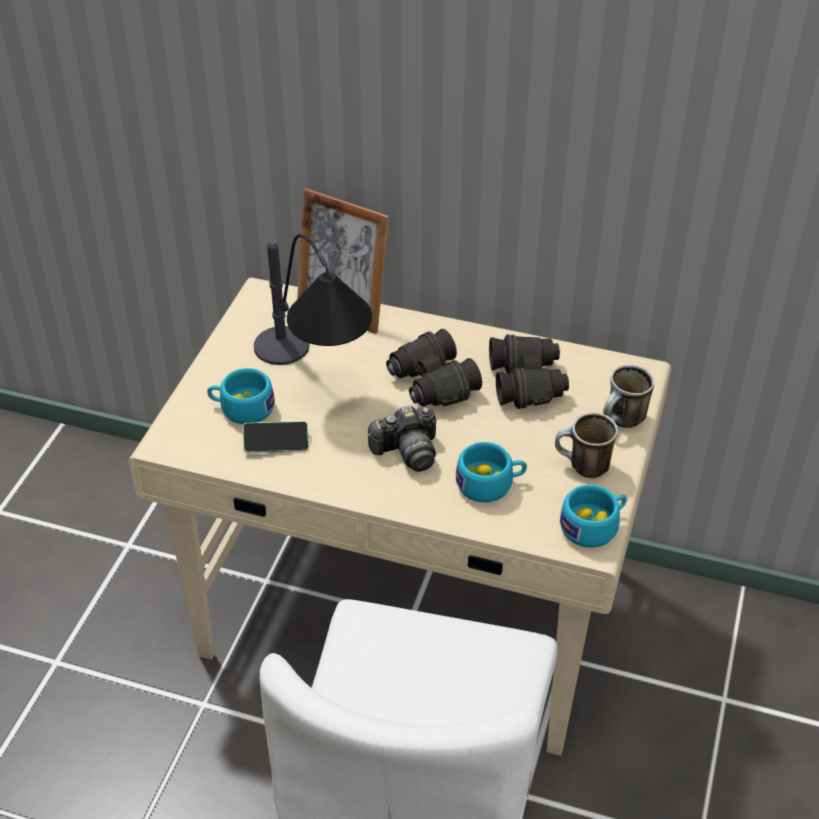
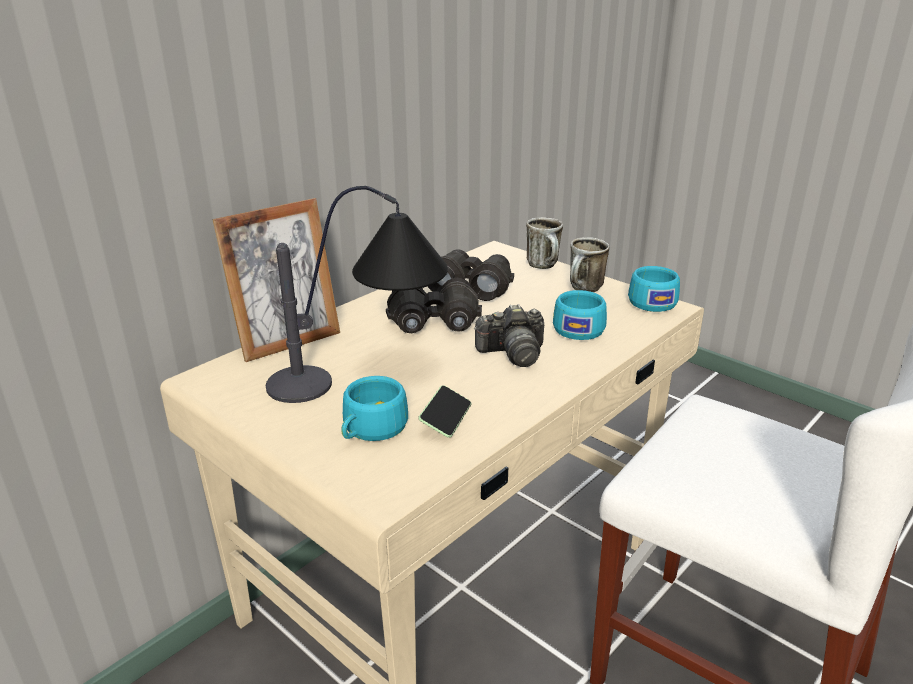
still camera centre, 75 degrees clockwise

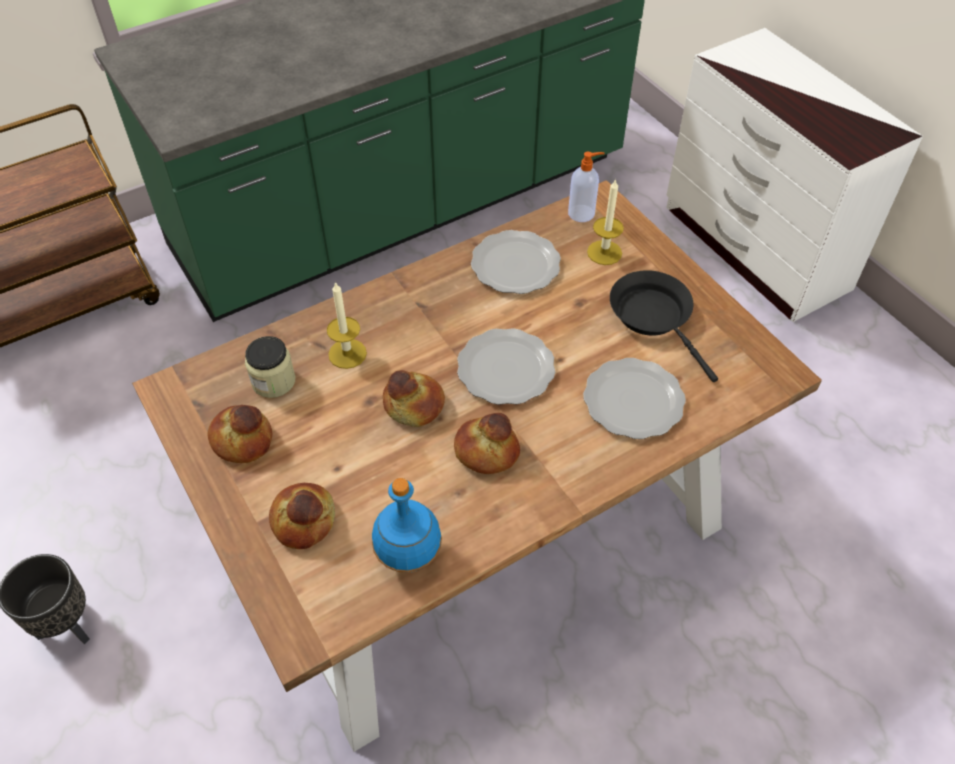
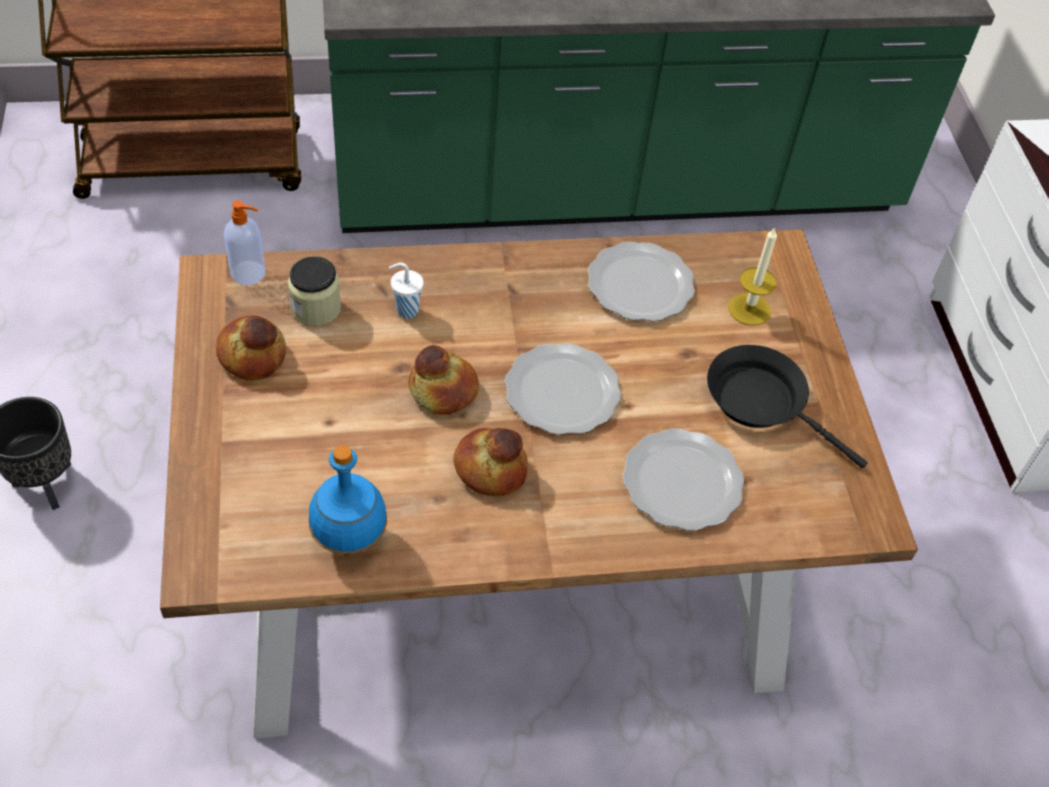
liquid soap bottle top centre → liquid soap bottle top left, relocated
wax light (no. 1 from left) centre → whitish small cup centre
blackish skillet middle right, 45 degrees counterclockwise
bakery bread (no. 2 from left) bottom left → -

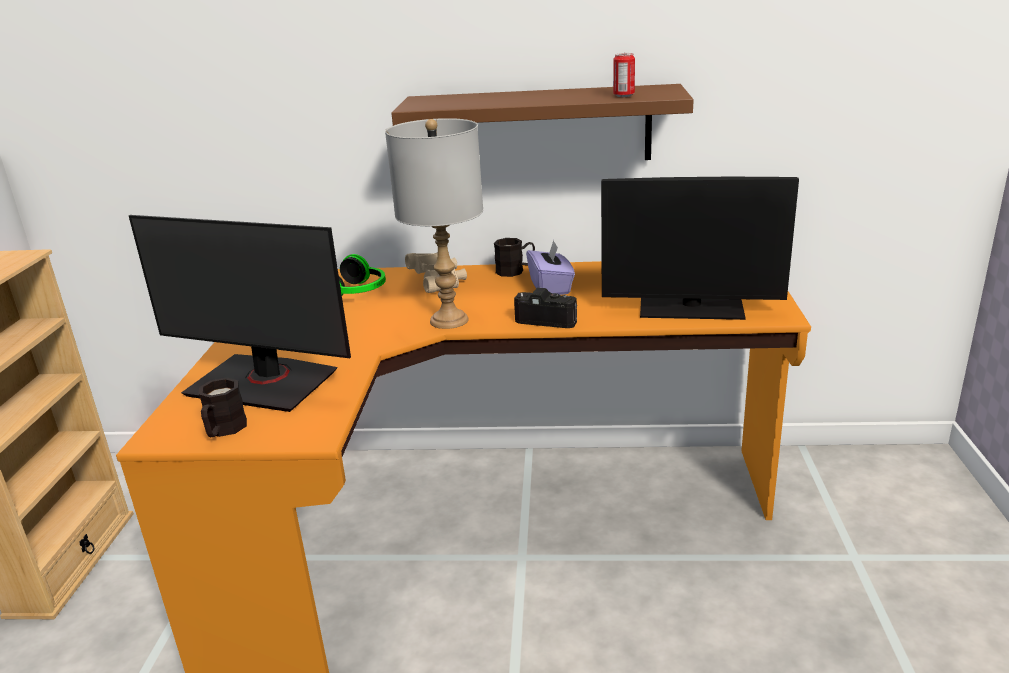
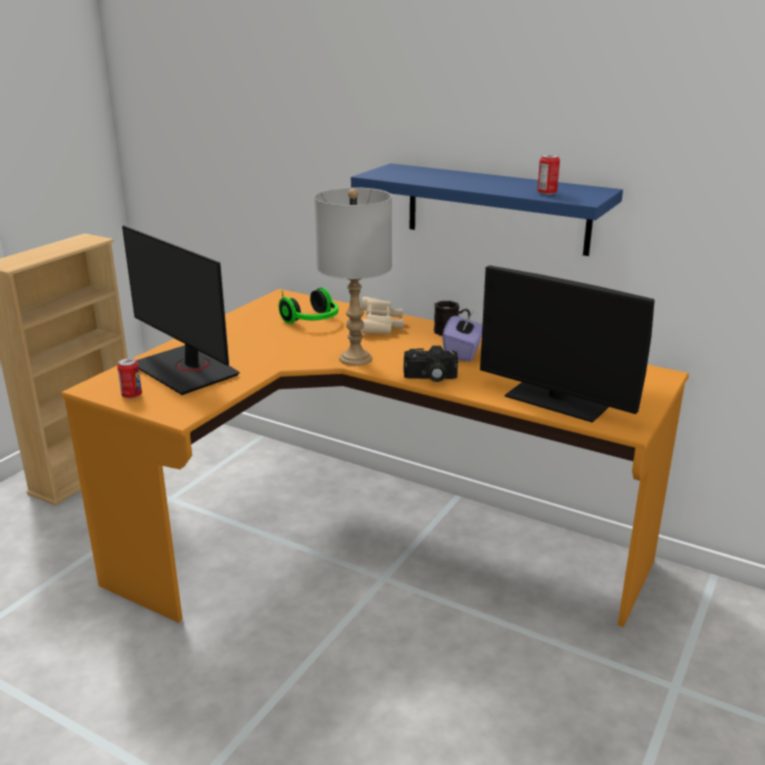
blackish mug (no. 1 from left) middle left → metal can (no. 1 from left) middle left
brown-coloured bracket shelf top centre → blue bracket shelf top centre
still camera centre, 135 degrees clockwise

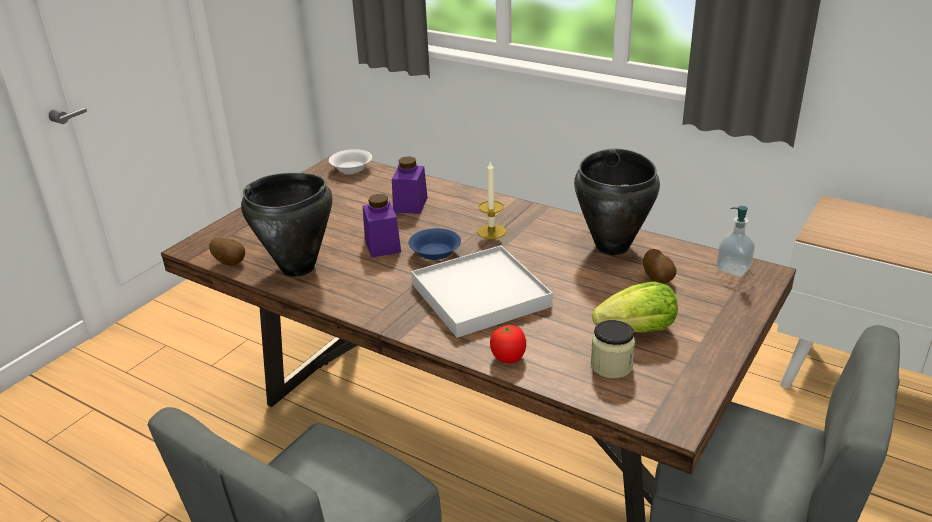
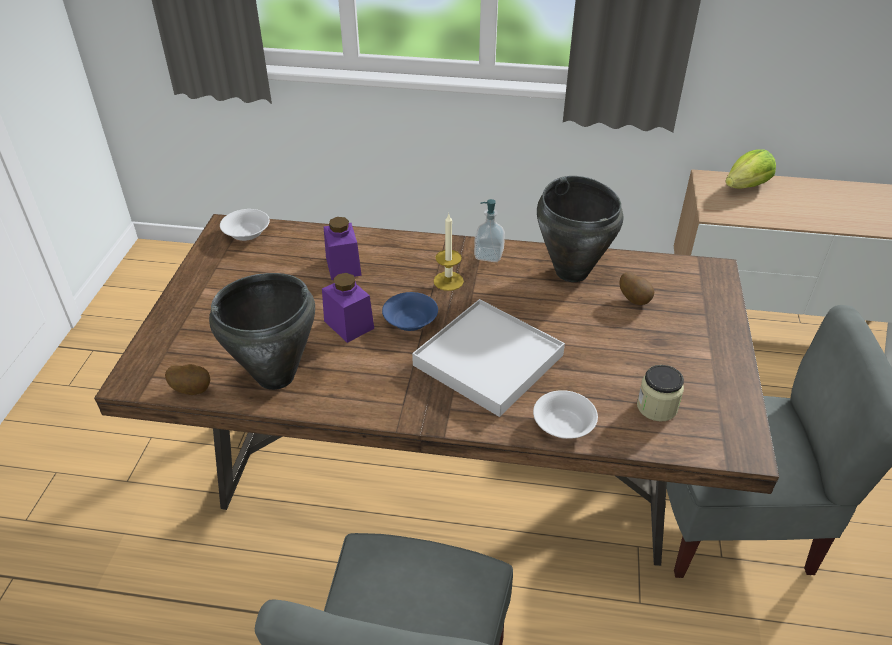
liquid soap bottle middle right → liquid soap bottle centre, relocated
fresh tomato centre → whitish serving bowl (no. 2 from left) centre
lettuce middle right → lettuce top right, relocated

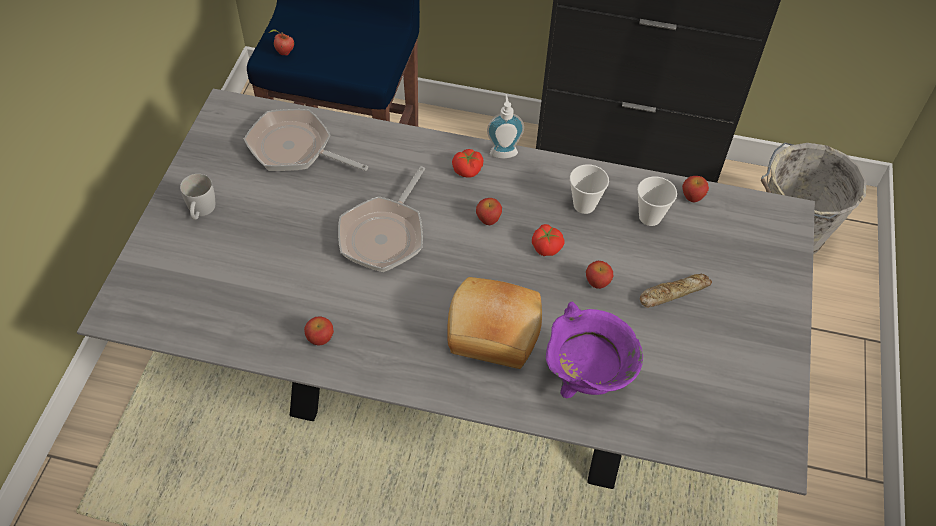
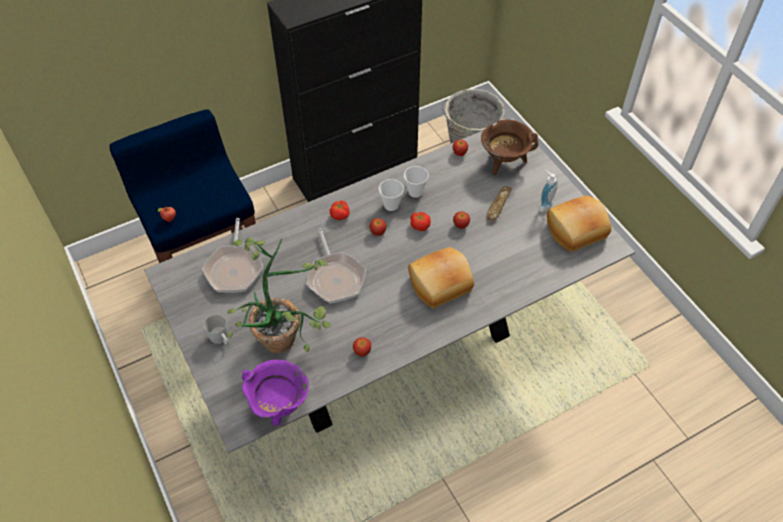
skillet (no. 1 from left) top left → skillet (no. 1 from left) middle left, 75 degrees counterclockwise
- → plant in a pot centre
purple-coloured cooking pot centre → purple-coloured cooking pot bottom centre, relocated
small cup (no. 2 from left in the first image) middle right → small cup (no. 1 from left) centre, relocated
- → brown-coloured cooking pot top centre
liquid soap bottle top centre → liquid soap bottle middle right, relocated
- → bakery bread (no. 3 from left) middle right

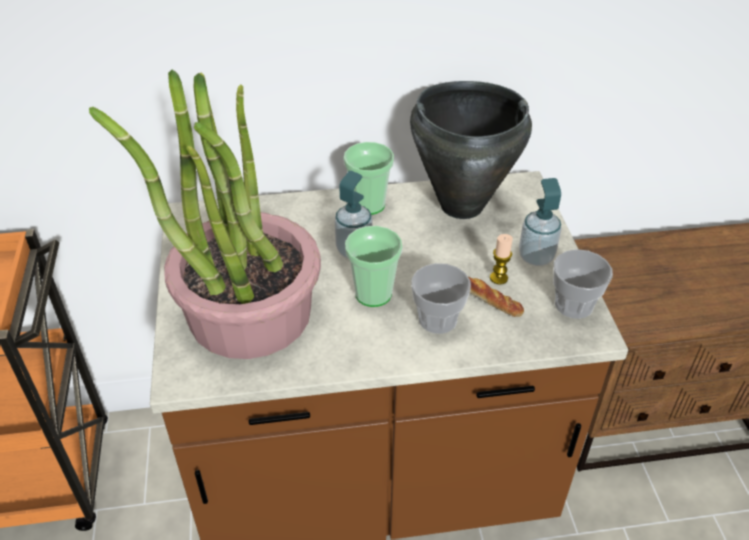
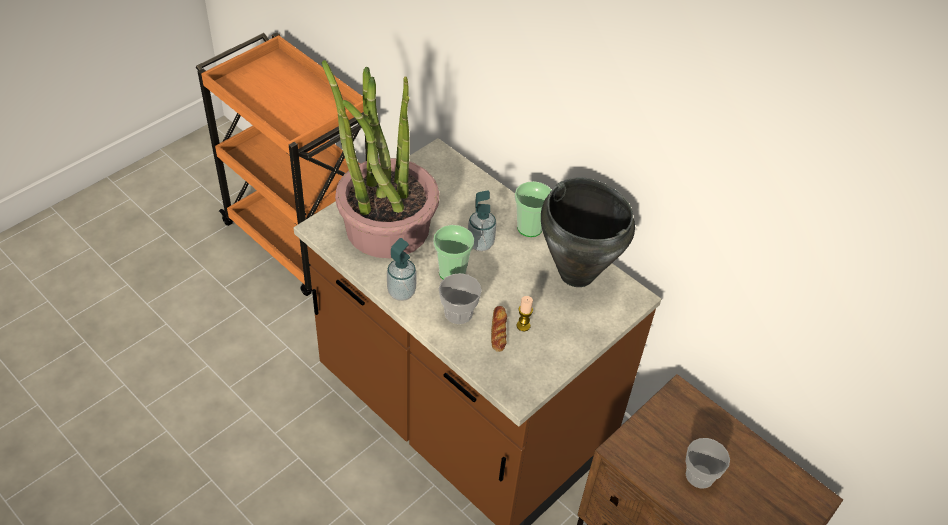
liquid soap bottle (no. 2 from left in the first image) middle right → liquid soap bottle (no. 1 from left) centre, relocated
small cup (no. 4 from left) middle right → small cup (no. 4 from left) bottom right, relocated

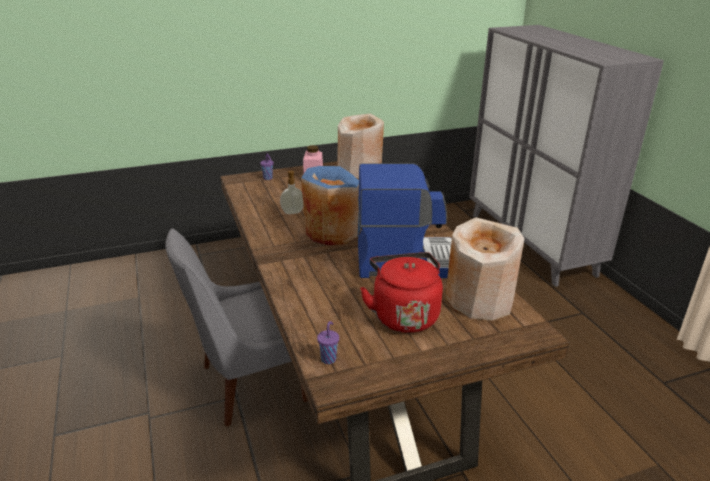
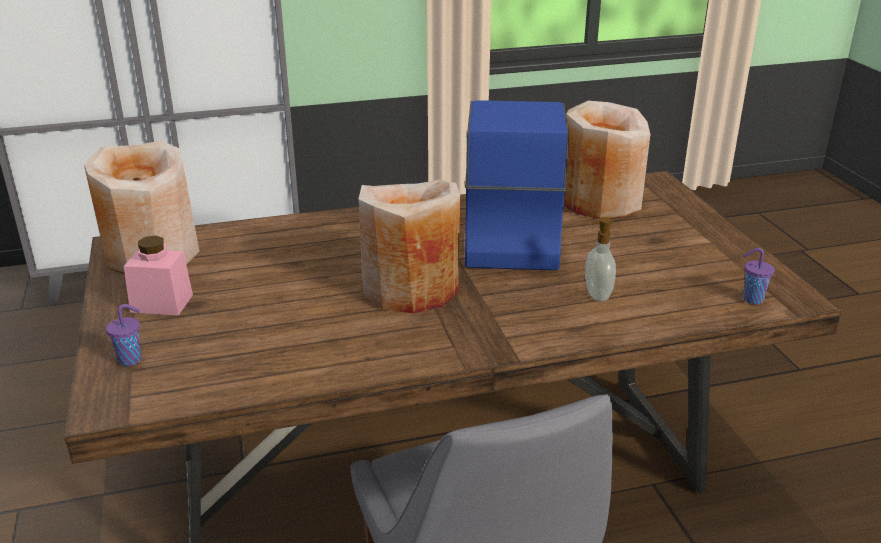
blue decorative vase centre → sand-coloured decorative vase (no. 2 from left) centre
liquid soap bottle centre → liquid soap bottle middle right, relocated
red kettle centre → -

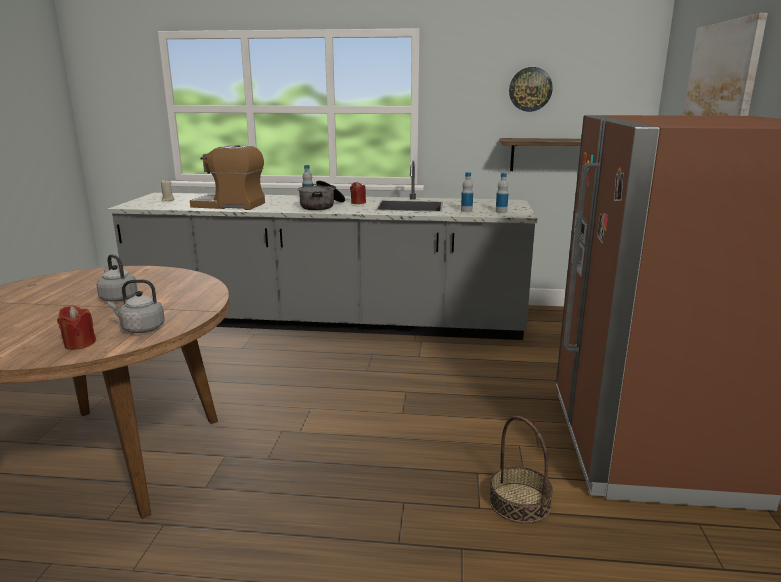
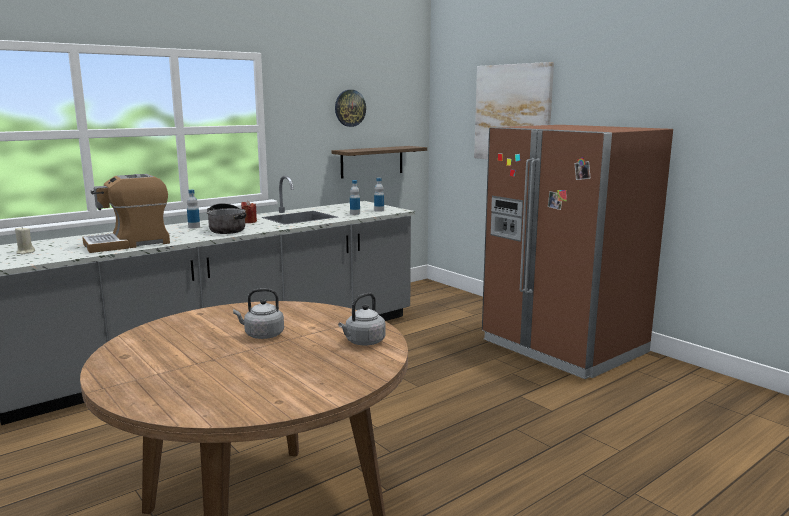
red wax light (no. 1 from left) middle left → -
basket bottom right → -

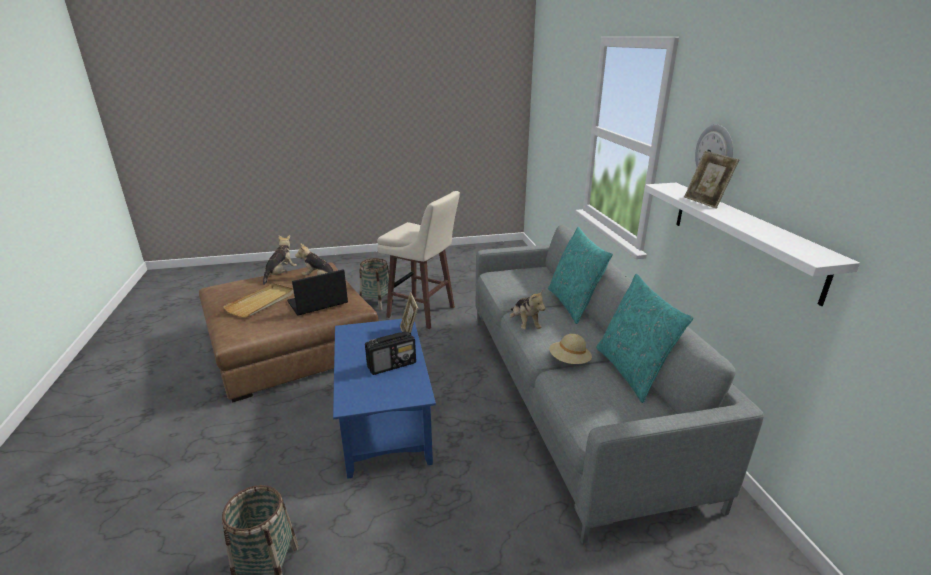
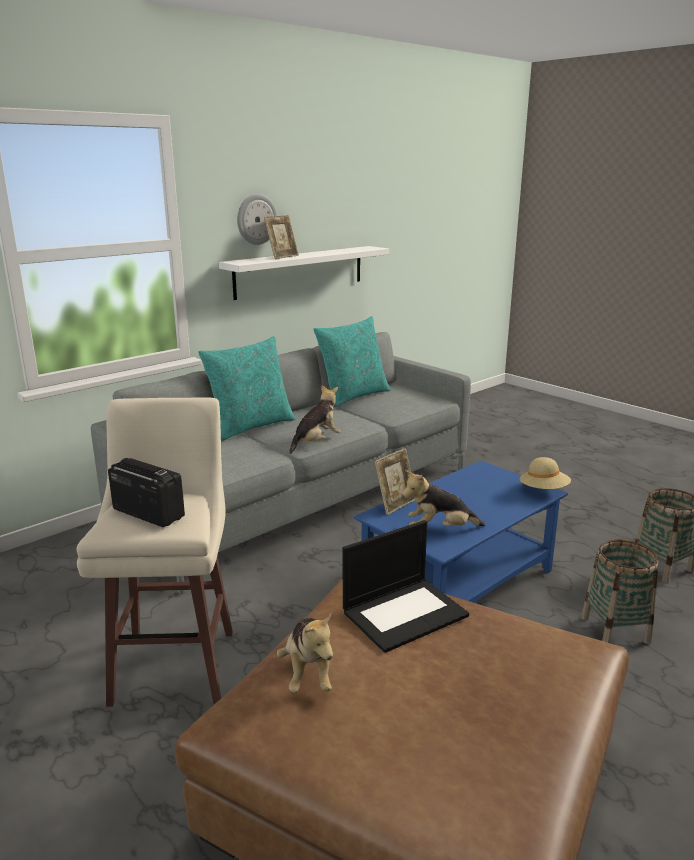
radio set centre → radio set middle left, relocated
notebook computer centre → notebook computer bottom centre, 60 degrees counterclockwise
plush toy (no. 1 from left in the first image) middle left → plush toy (no. 3 from left) centre, relocated
sand-coloured clothing hat centre → sand-coloured clothing hat middle right, relocated
basket (no. 2 from left in the first image) centre → basket (no. 1 from left) bottom right, relocated
sand-coloured tray middle left → -

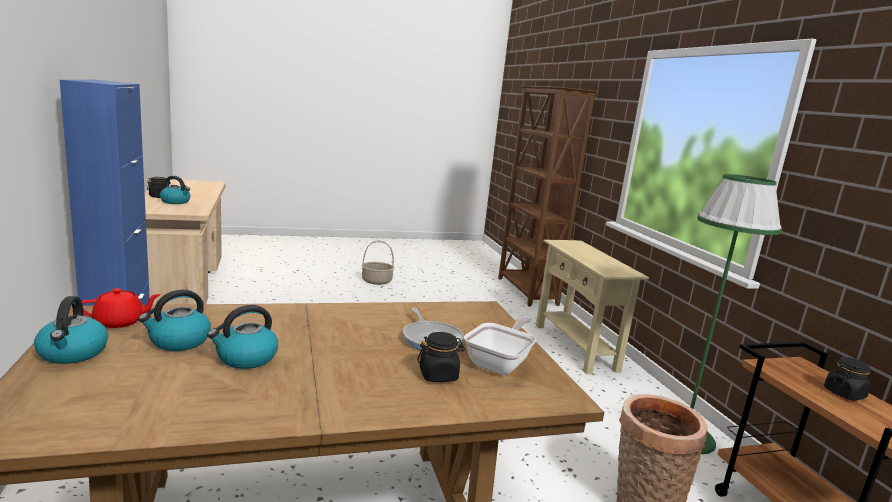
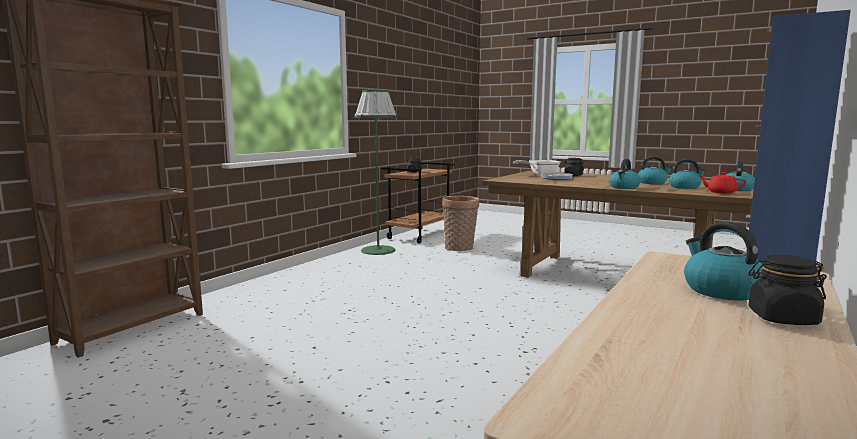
- → kettle (no. 1 from left) middle right
basket (no. 1 from left) centre → -
sand-coloured narrow table centre → -

